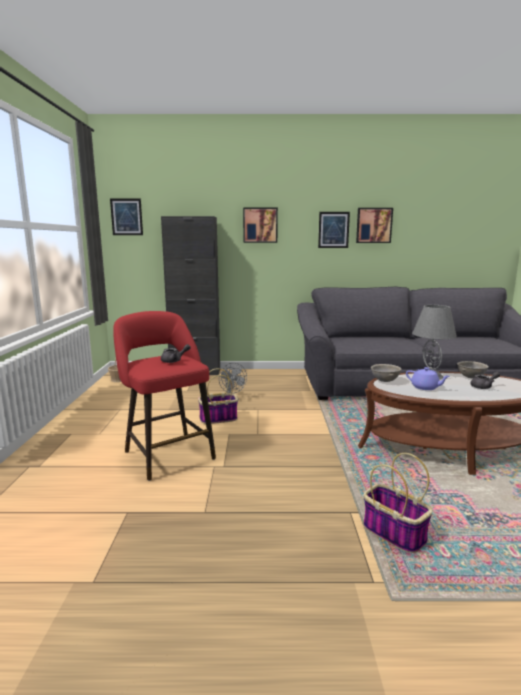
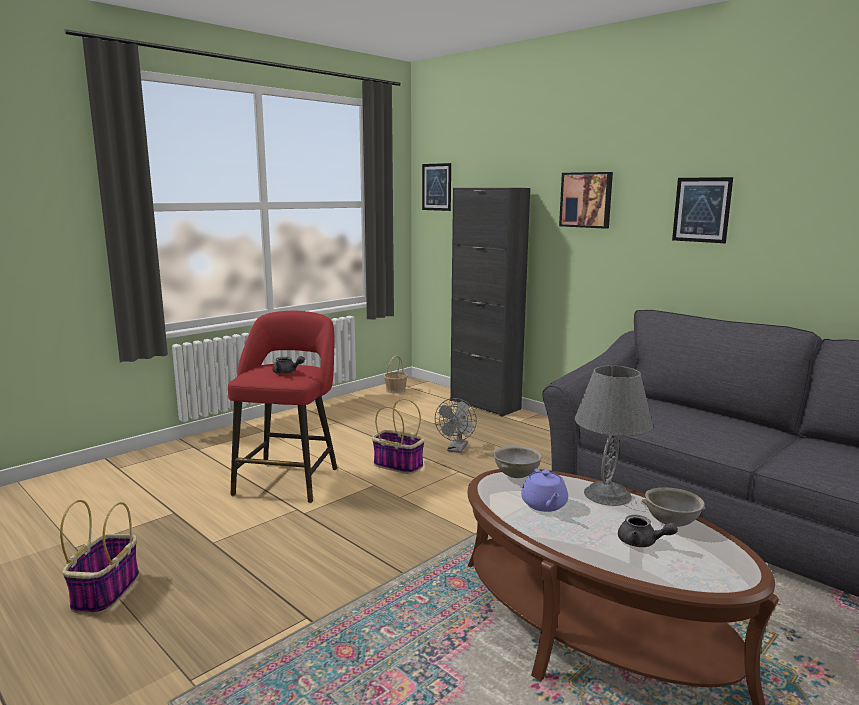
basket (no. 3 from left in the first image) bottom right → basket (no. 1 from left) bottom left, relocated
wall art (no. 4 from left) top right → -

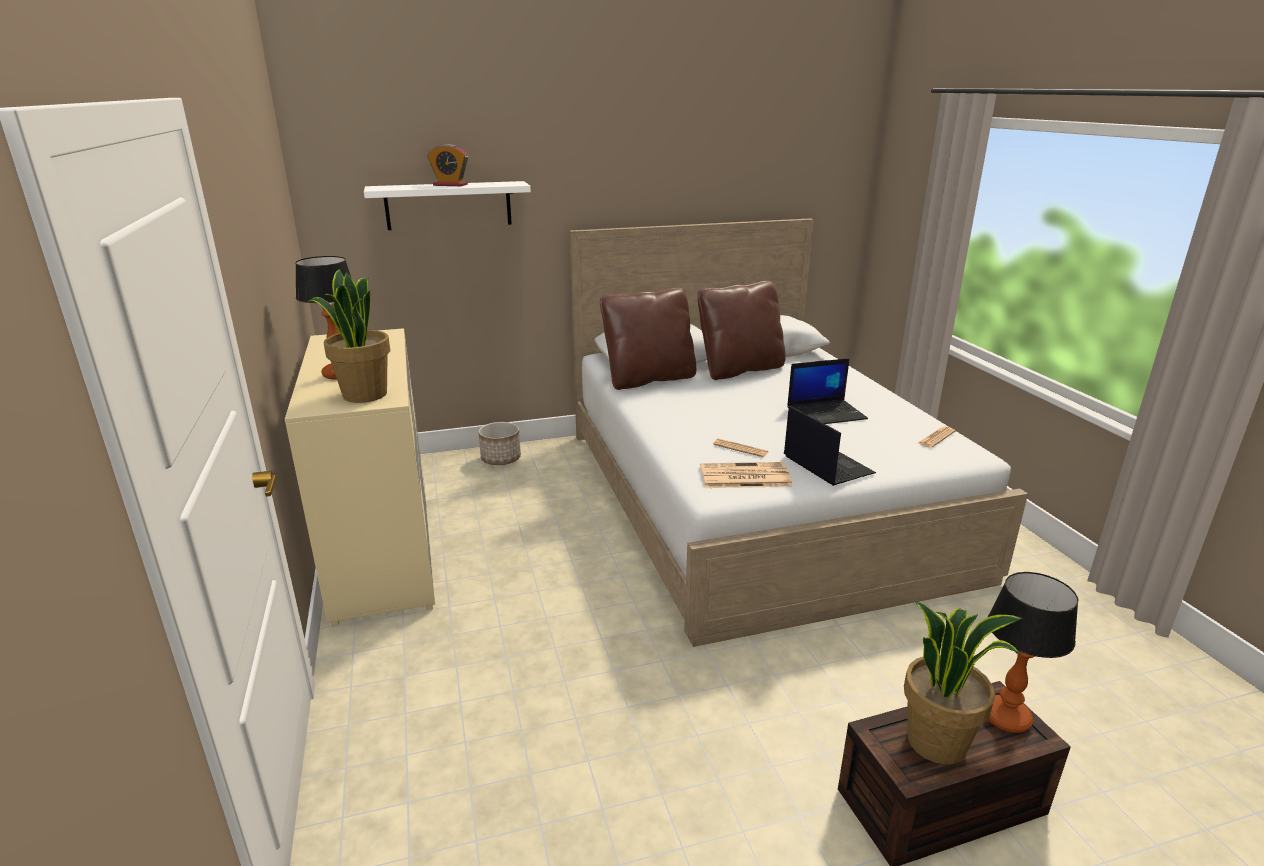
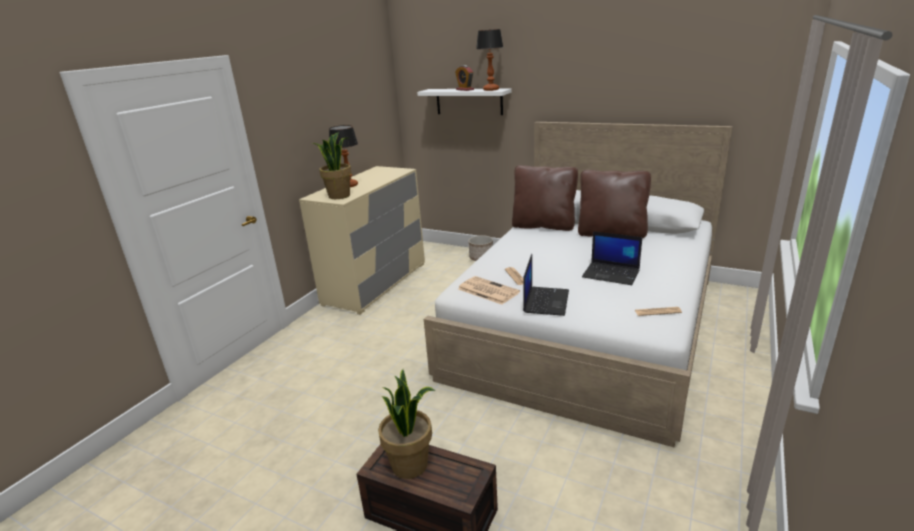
lamp for a table (no. 2 from left) bottom right → lamp for a table (no. 2 from left) top centre, relocated

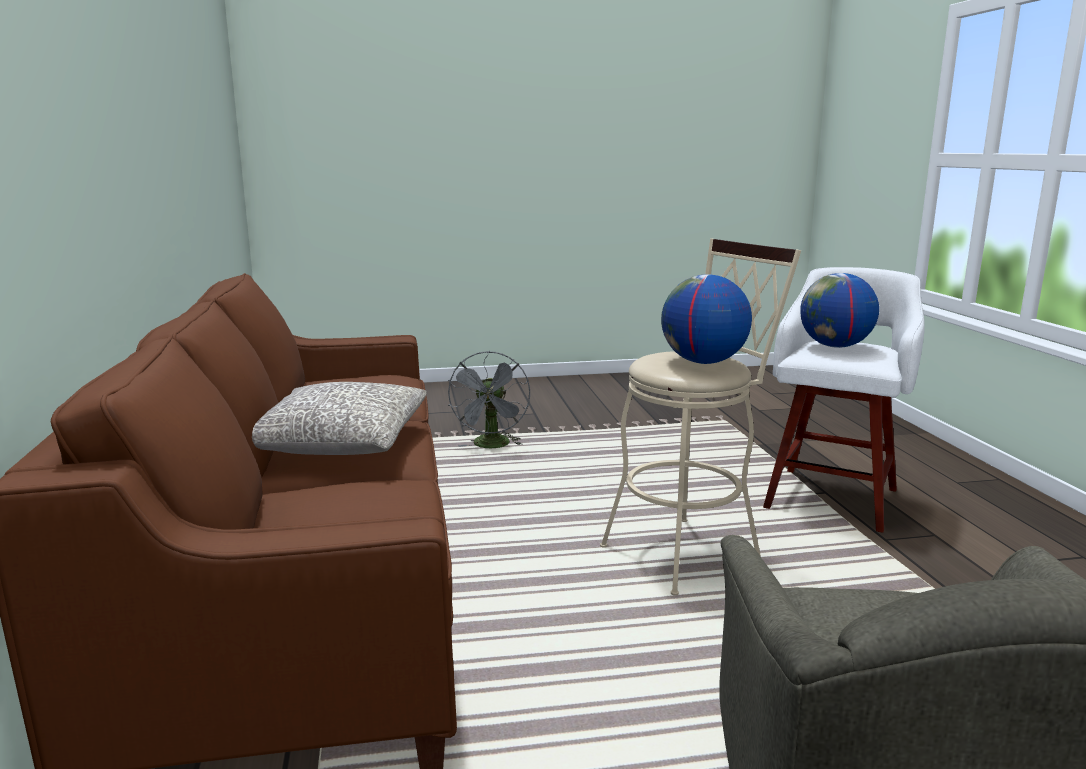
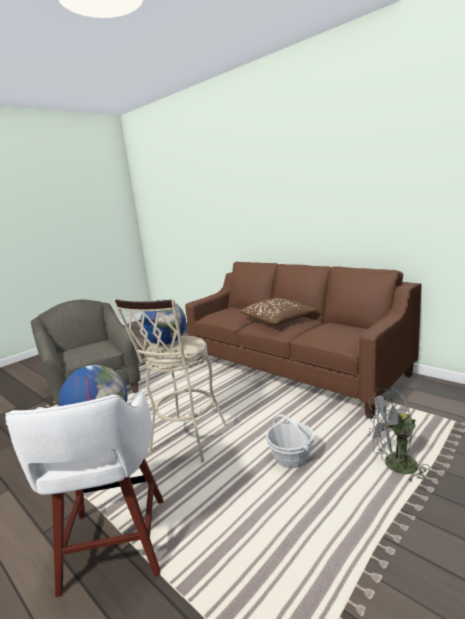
gray throw pillow middle left → brown-coloured throw pillow centre
- → basket bottom centre
gray cooling fan centre → gray cooling fan bottom right, 60 degrees counterclockwise

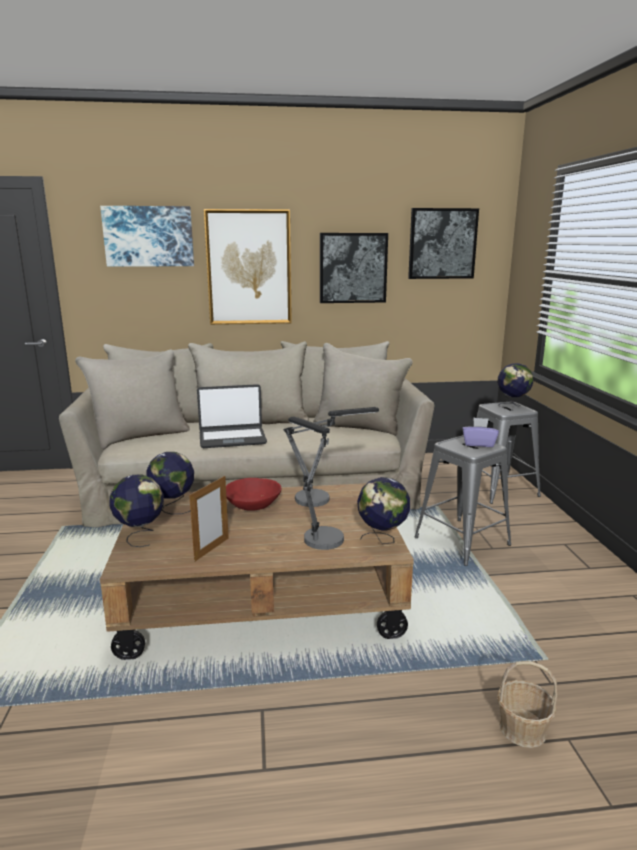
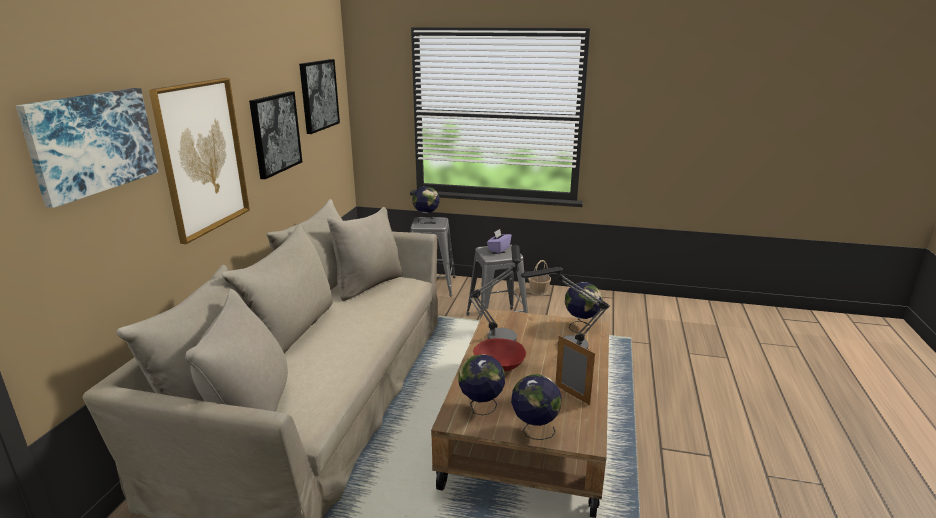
basket bottom right → basket centre, relocated
notebook computer centre → -

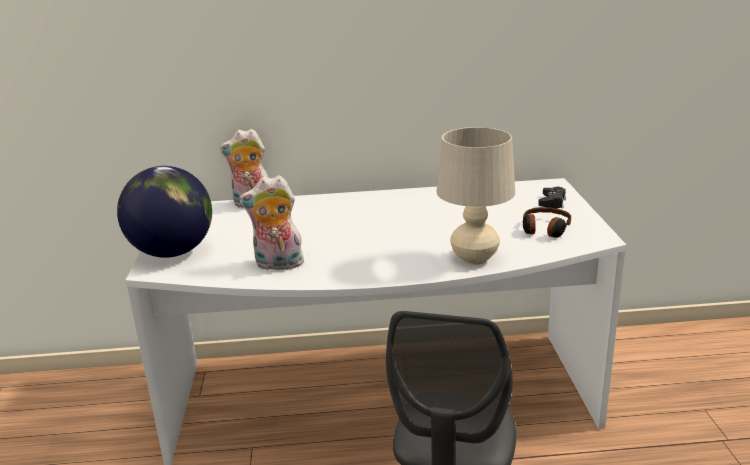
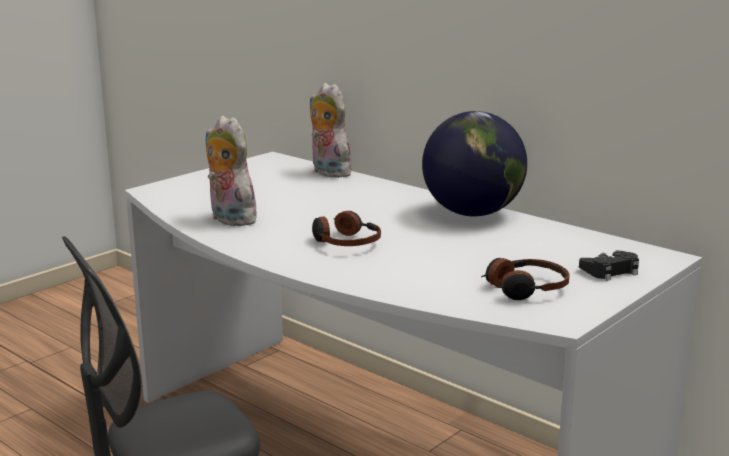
- → pair of headphones (no. 1 from left) centre
world globe middle left → world globe centre, relocated
sand-coloured lamp for a table centre → -

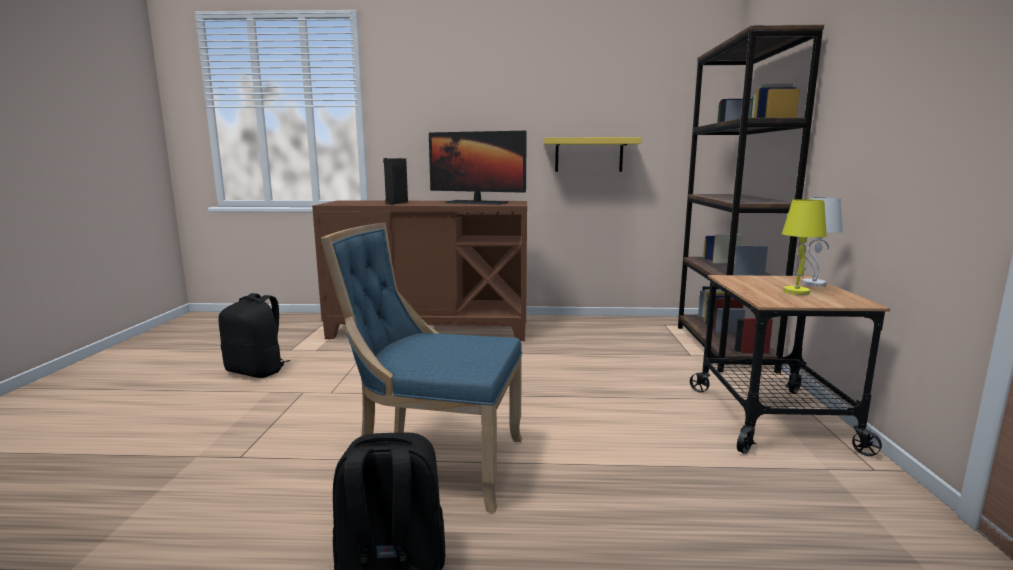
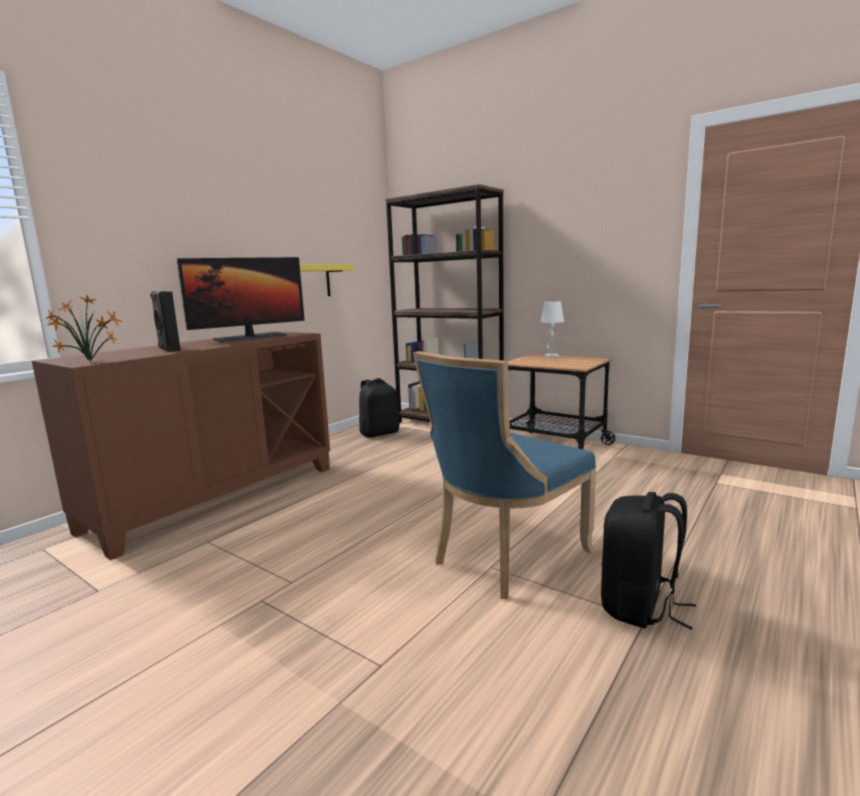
- → plant in a pot middle left
blackish rucksack (no. 1 from left) middle left → blackish rucksack (no. 1 from left) centre, relocated
yellowish lamp for a table middle right → -

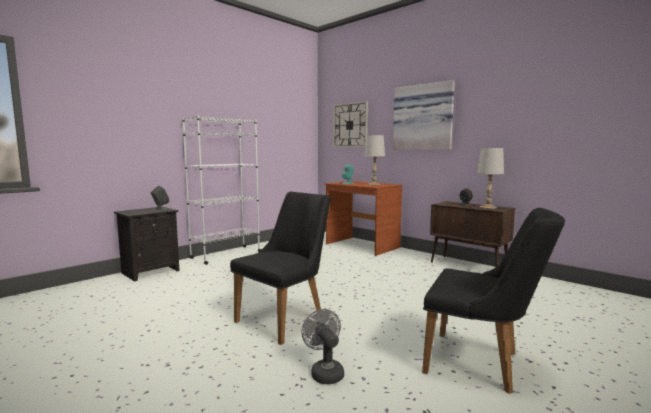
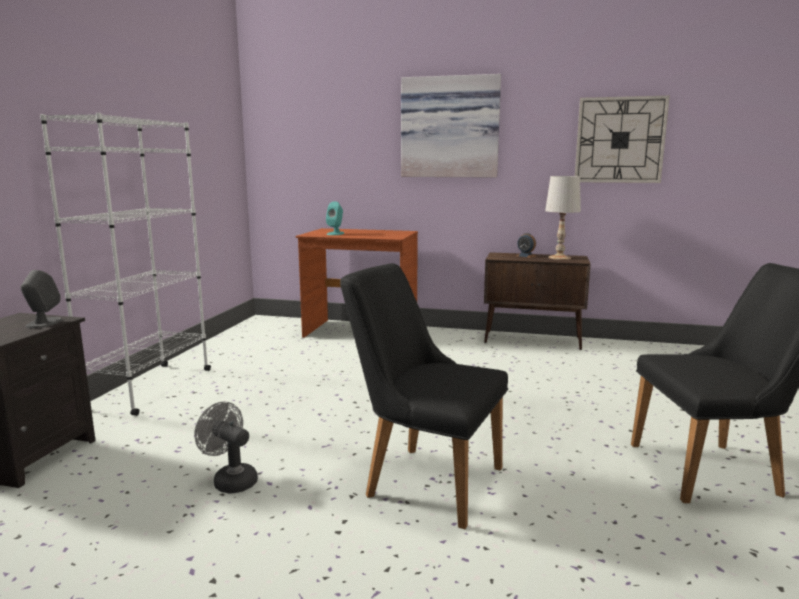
gray cooling fan bottom centre → gray cooling fan bottom left, relocated
blackish plain chair (no. 1 from left) centre, 75 degrees counterclockwise
wall clock top centre → wall clock top right, relocated
whitish lamp for a table (no. 1 from left) centre → -

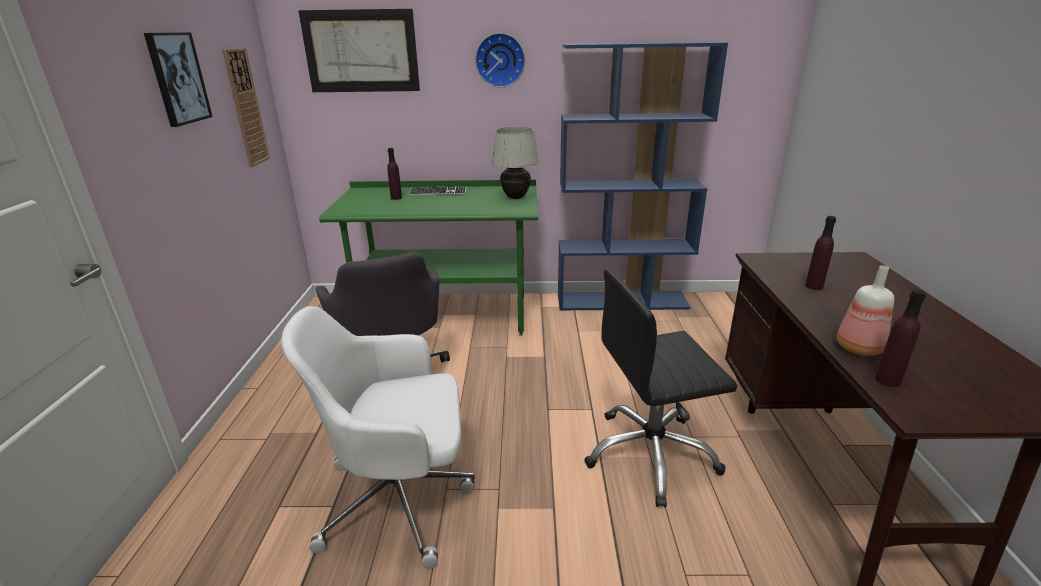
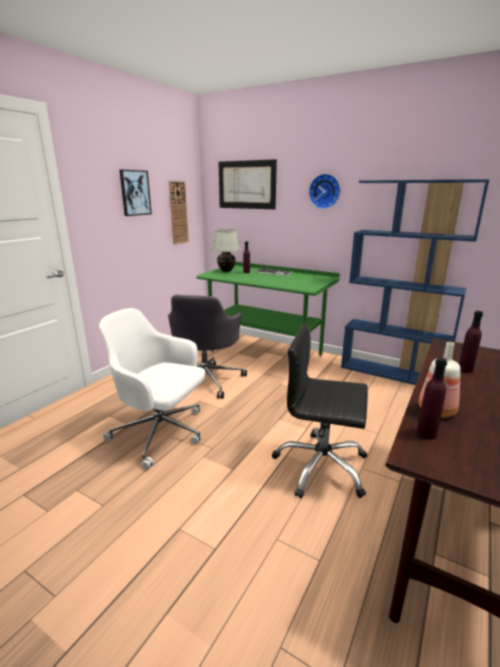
whitish lamp for a table top centre → whitish lamp for a table centre, relocated

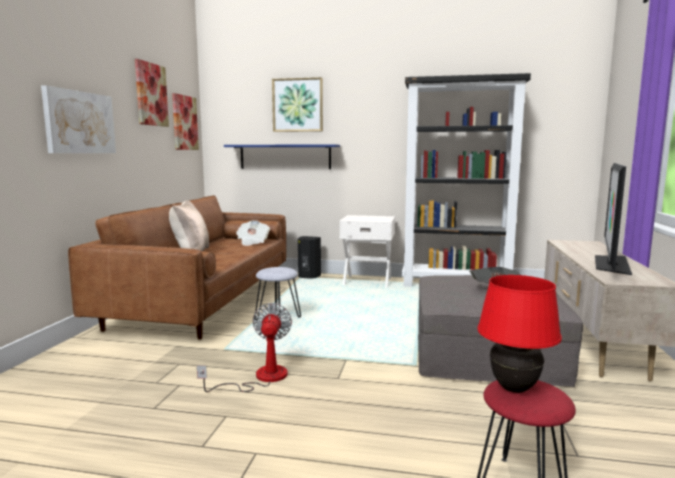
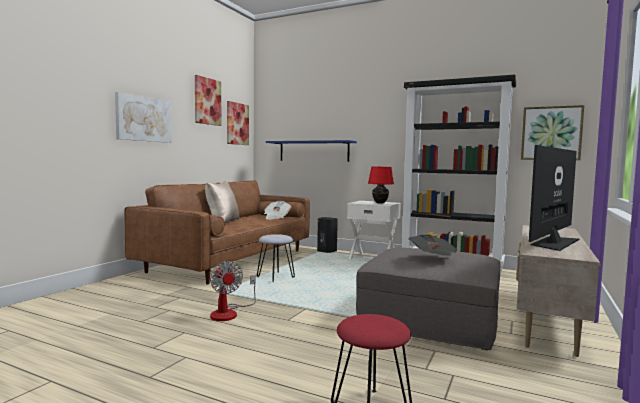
cooling fan bottom centre, 135 degrees clockwise
red lamp for a table bottom right → red lamp for a table centre, relocated
wall art (no. 4 from left) top centre → wall art (no. 4 from left) top right, relocated

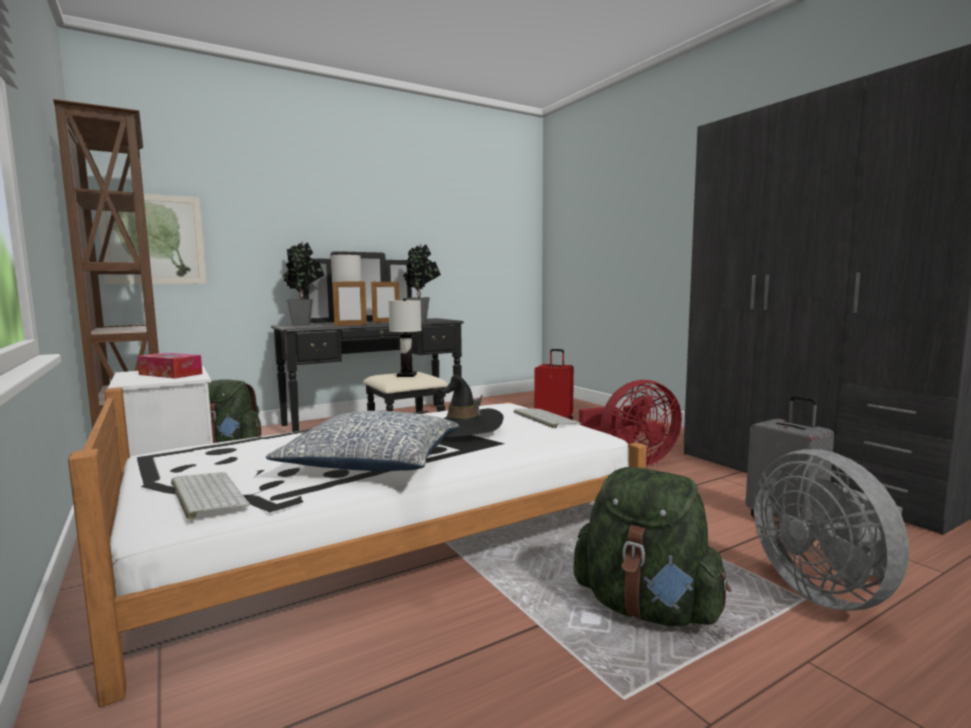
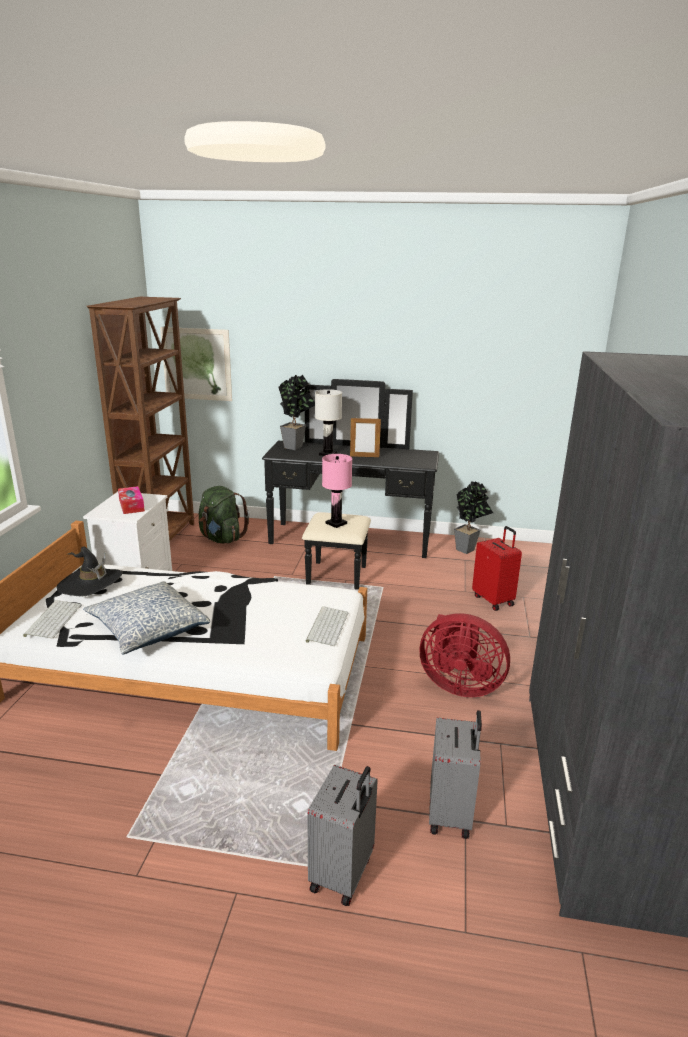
blackish clothing hat centre → blackish clothing hat middle left, relocated
gray cooling fan bottom right → gray piece of luggage (no. 1 from left) bottom centre
whitish lamp for a table (no. 2 from left) centre → pink-coloured lamp for a table centre
plant in a pot (no. 2 from left) centre → plant in a pot (no. 2 from left) middle right, relocated
picture frame (no. 1 from left) centre → -
green rucksack (no. 2 from left) bottom right → -

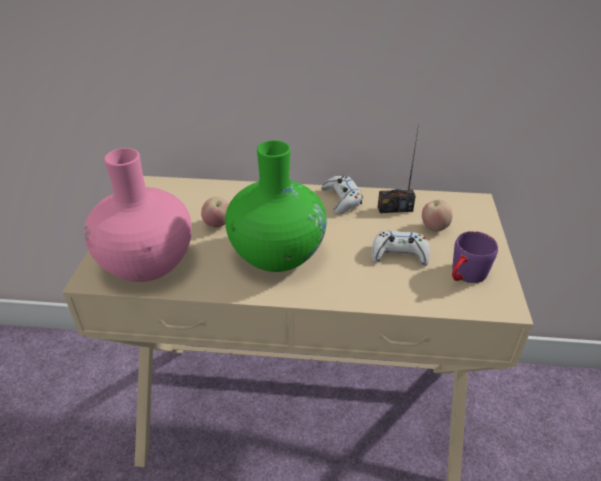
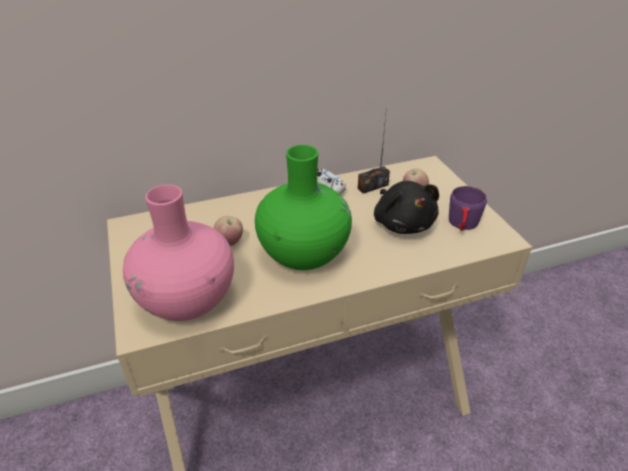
whitish joypad (no. 2 from left) centre → blackish plush toy centre

